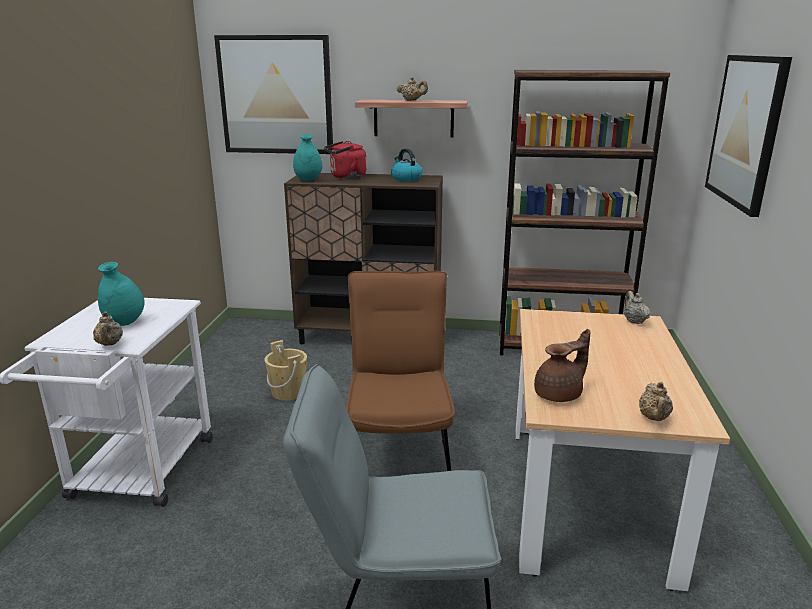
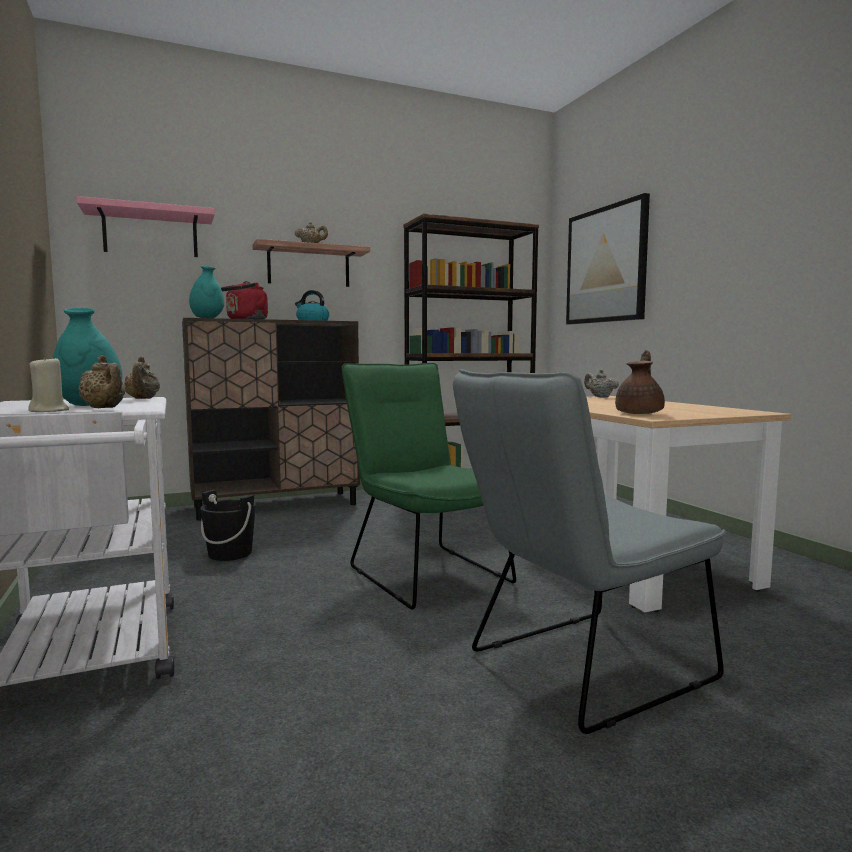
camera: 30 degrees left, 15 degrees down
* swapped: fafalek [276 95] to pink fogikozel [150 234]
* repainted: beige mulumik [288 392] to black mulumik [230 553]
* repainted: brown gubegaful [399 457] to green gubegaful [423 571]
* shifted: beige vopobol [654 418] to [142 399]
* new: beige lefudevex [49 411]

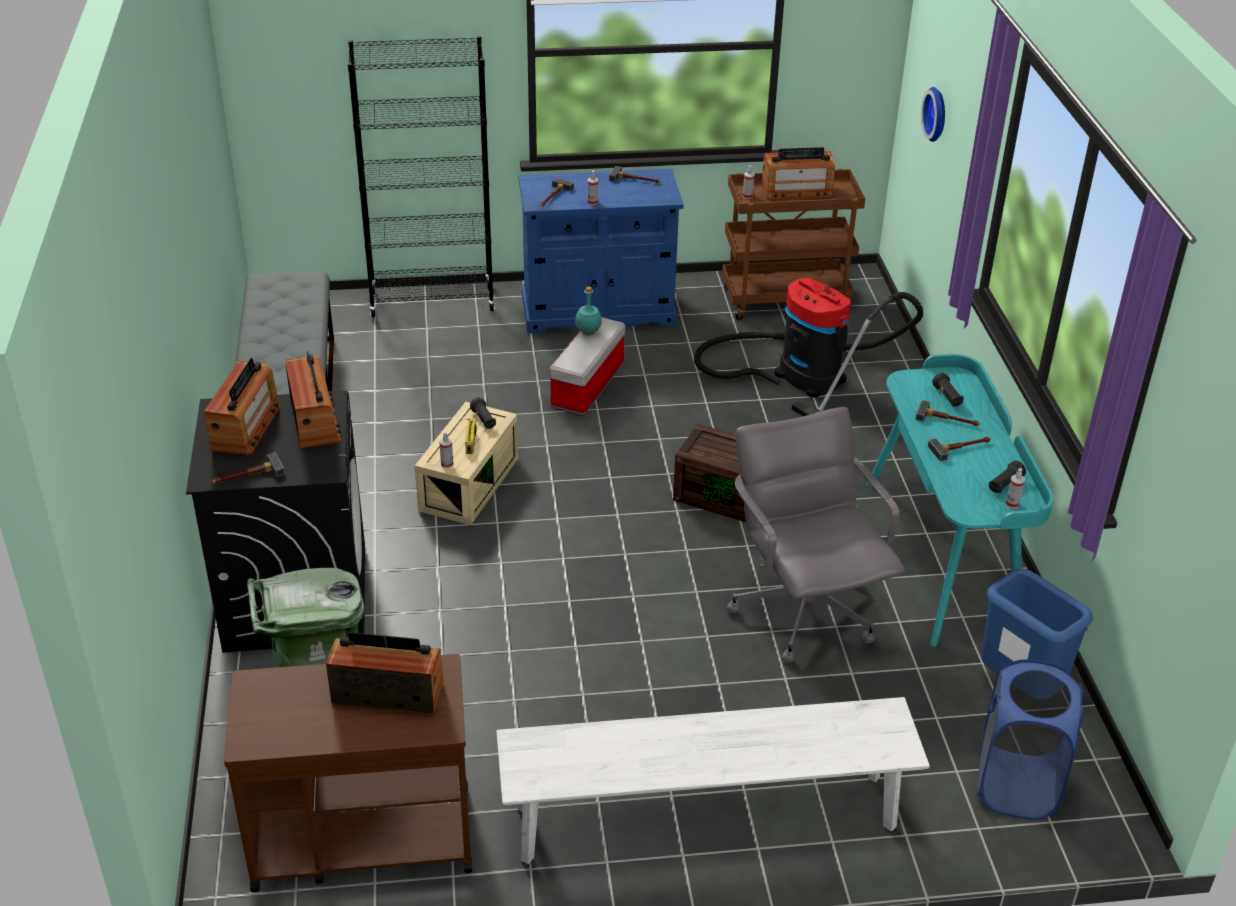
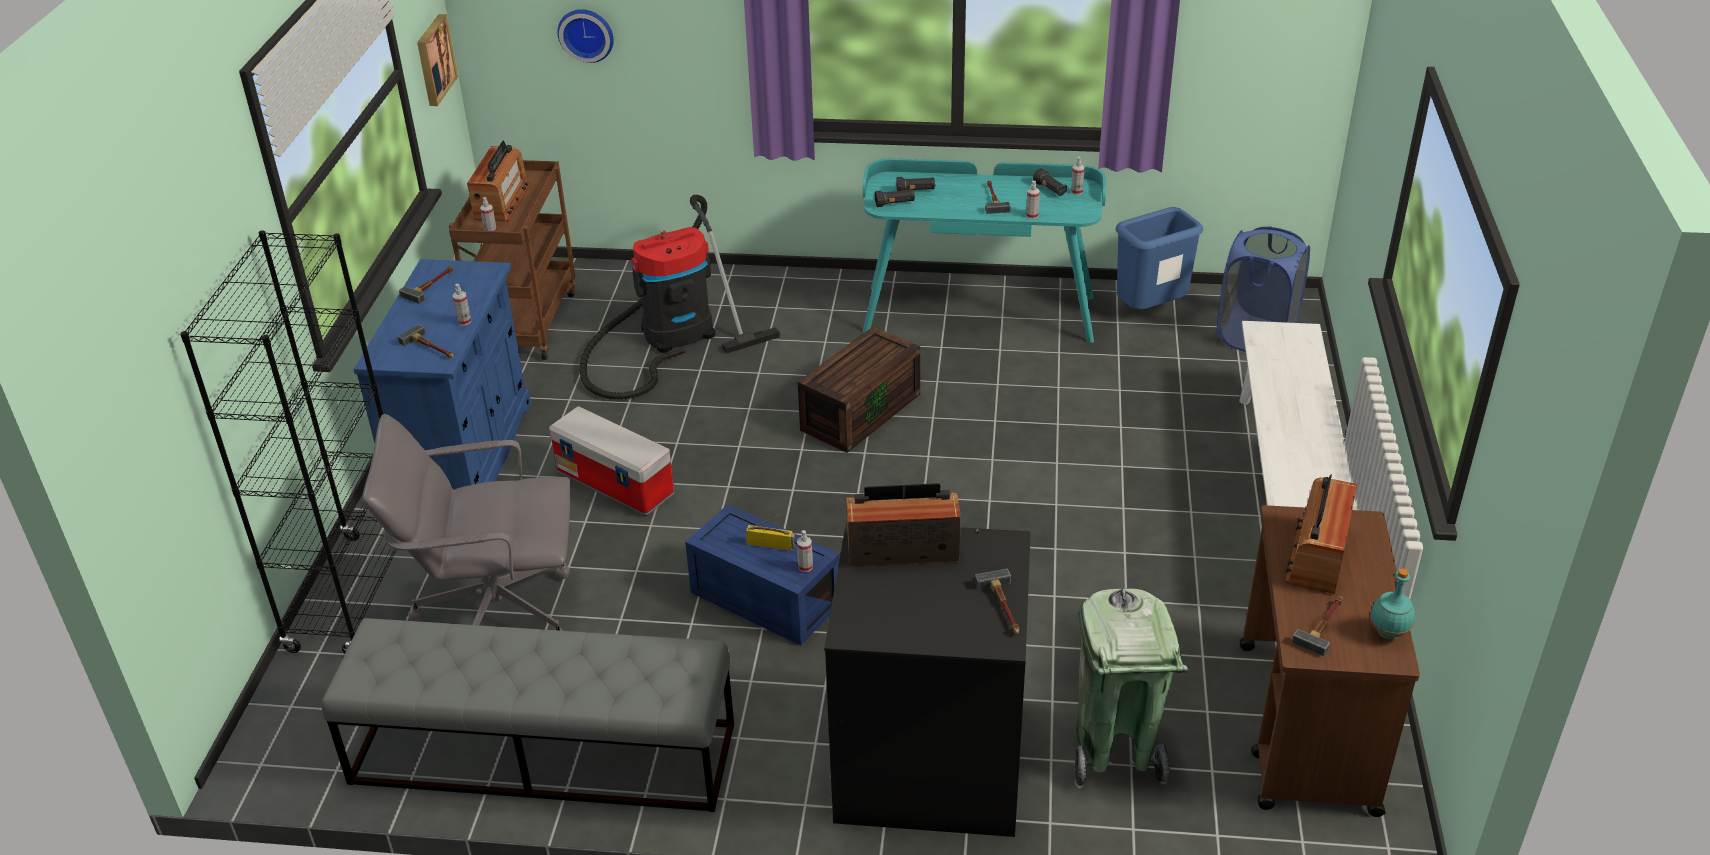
camera: 75 degrees left, 0 degrees up
* gone: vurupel [246 427]
* repainted: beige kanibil [468 482] to blue kanibil [762 599]
* shifted: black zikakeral [483 420] to [895 204]
* shifted: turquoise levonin [588 333] to [1388 632]
* shifted: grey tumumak [804 610] to [495 612]
* shifted: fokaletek [948 420] to [1324 625]
* new: fafalek [434 59]
* new: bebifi [1032 215]

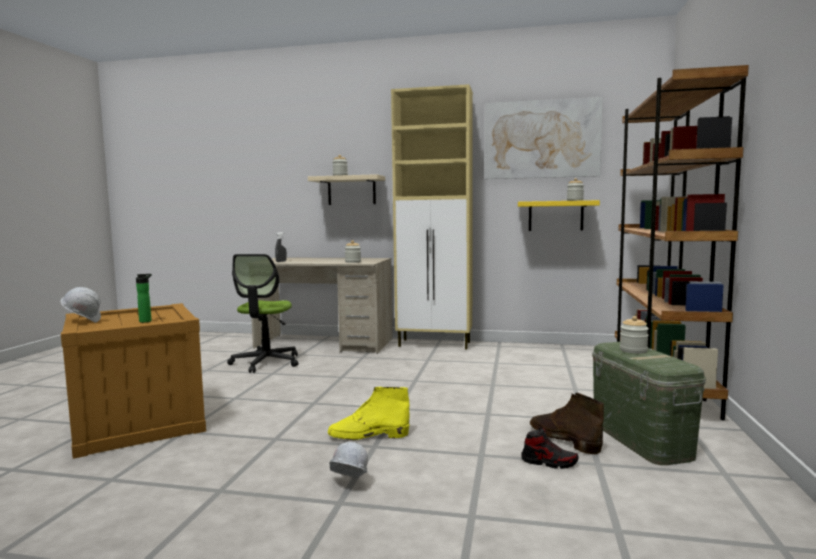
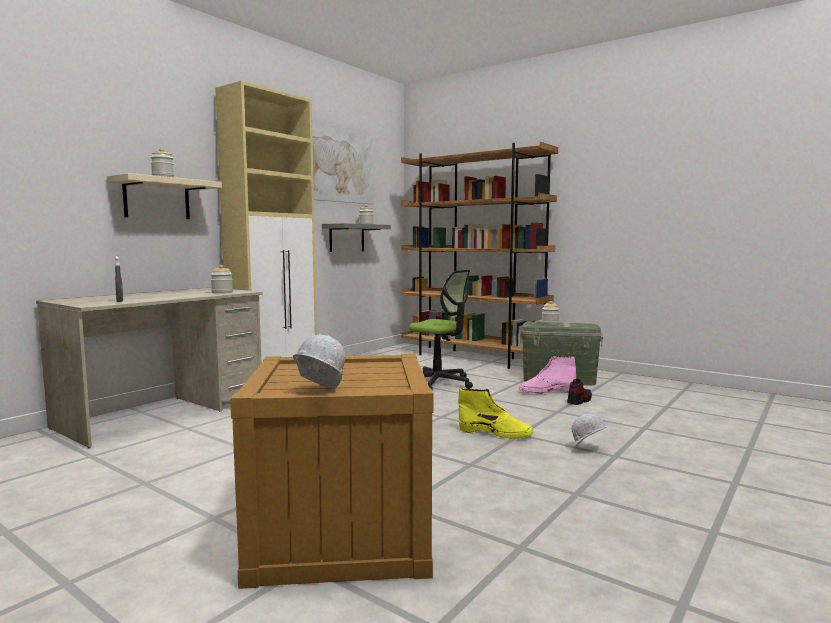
camera: 65 degrees left, 0 degrees up
* gone: levonin [146 321]
* shifted: tumumak [266 362] to [439 383]
* rotated: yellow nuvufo [367 436] = [495 433] 90 degrees counterclockwise
* repainted: yellow fogikozel [555 216] to grey fogikozel [346 238]
* repainted: brown nuvufo [563 439] to pink nuvufo [546 392]

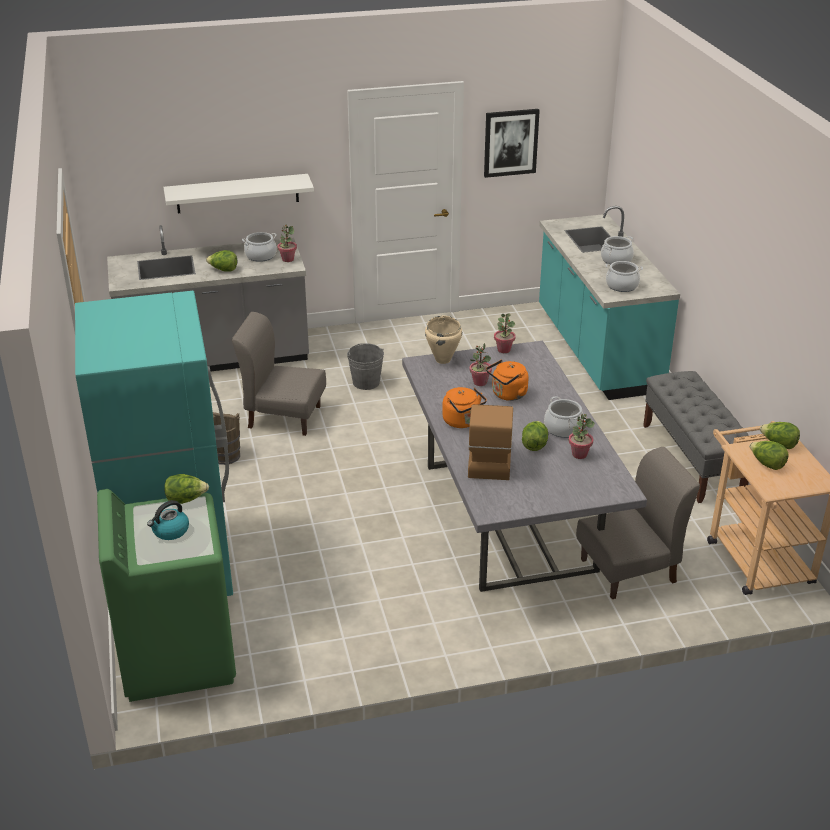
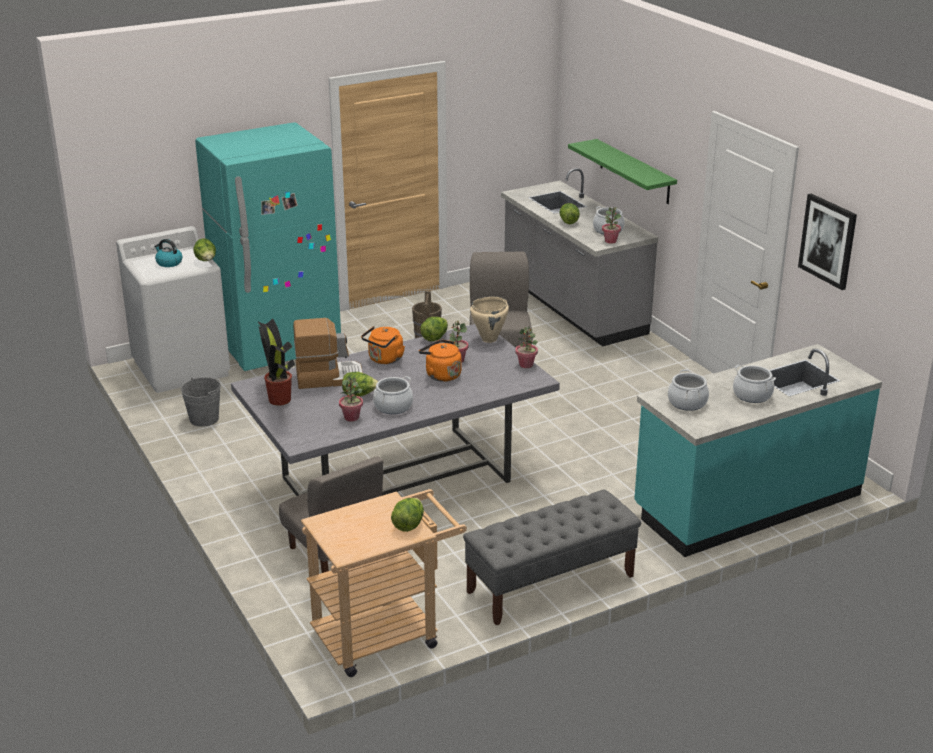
camera: 75 degrees right, 5 degrees down
* repainted: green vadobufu [177 655] to white vadobufu [182 368]
* repainted: white fogikozel [237 193] to green fogikozel [634 171]
* shifted: grey mulumik [366 382] to [204 419]
* shifted: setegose [766 464] to [435 337]
* new: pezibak [279 399]

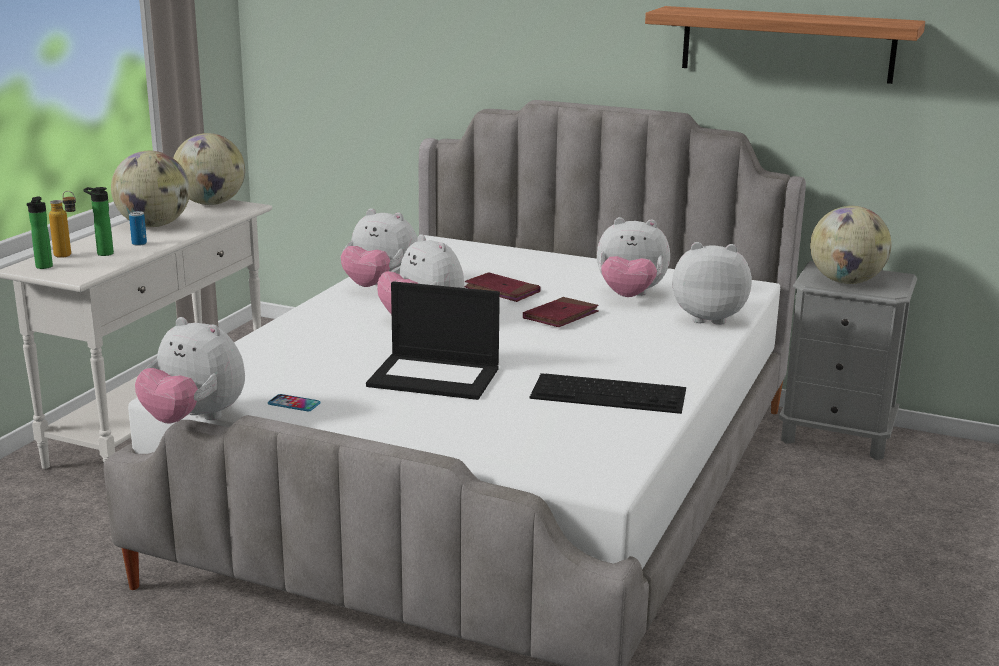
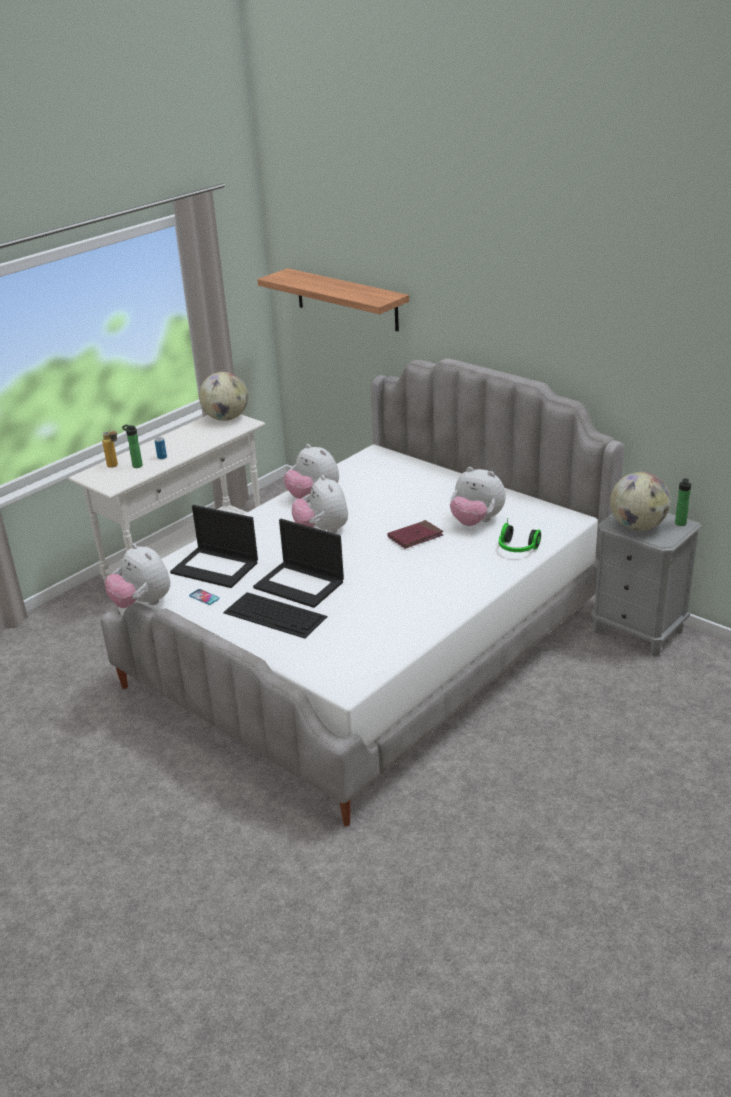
camera: 20 degrees right, 10 degrees up
* shifted: levonin [43 267] to [680 524]
* gone: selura [154 225]
* gone: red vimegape [502 291]
* shifted: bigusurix [610 393] to [276 615]
* shifted: fogikozel [787 44] to [346 299]
* swapped: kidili [708 318] to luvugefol [517 549]
* new: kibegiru [216 567]

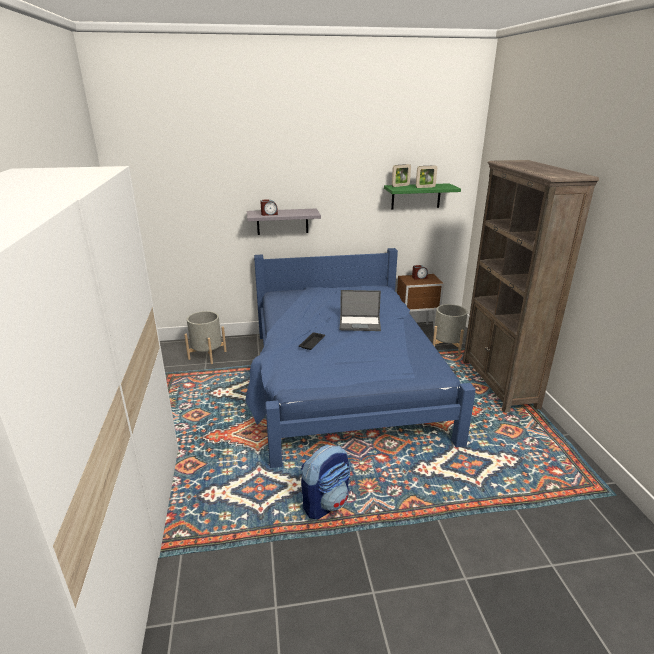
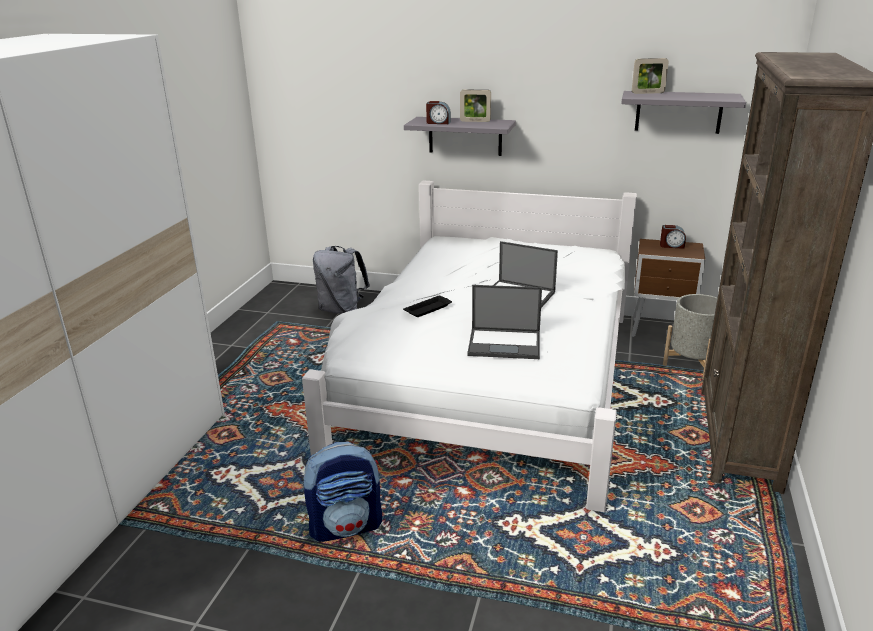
camera: 25 degrees right, 0 degrees up
* swapped: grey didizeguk [207 355] to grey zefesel [342 310]
* repainted: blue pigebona [343 382] to white pigebona [490 380]
* repainted: green fogikozel [416 196] to grey fogikozel [678 112]
* shifted: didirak [425 187] to [475 121]
* new: kibegiru [505 344]

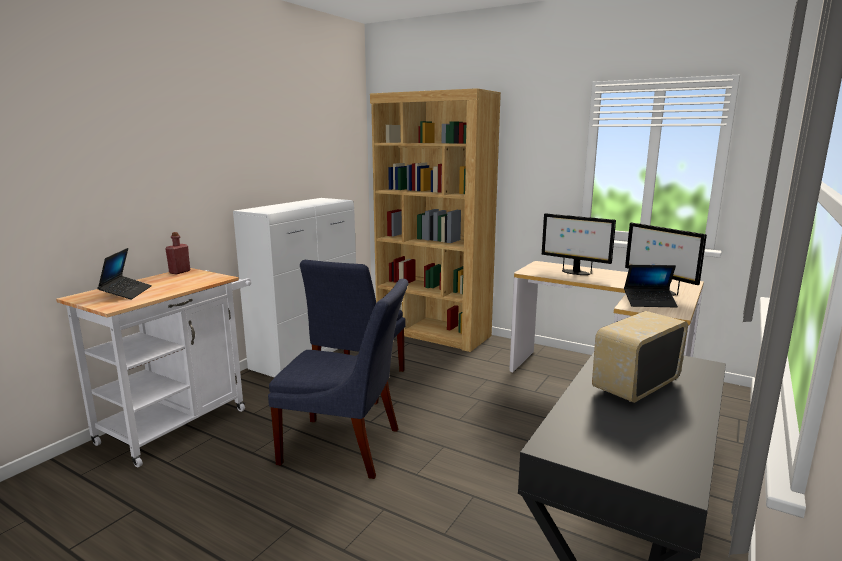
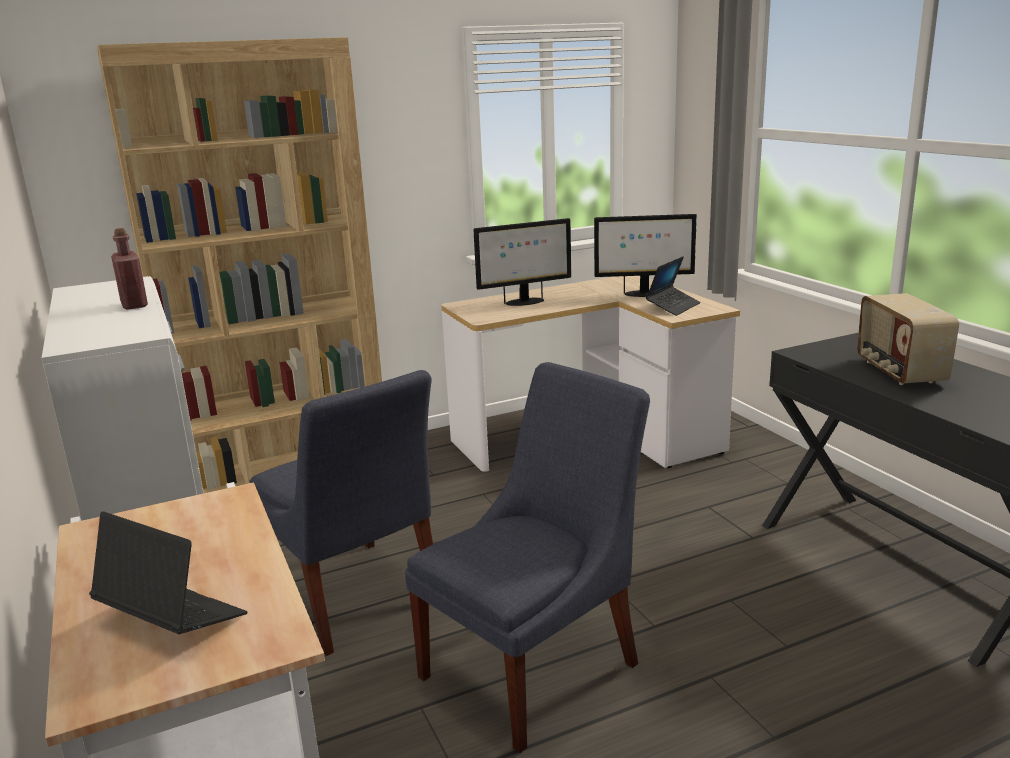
camera: 55 degrees left, 5 degrees up
* shifted: red levonin [179 272] to [134 305]

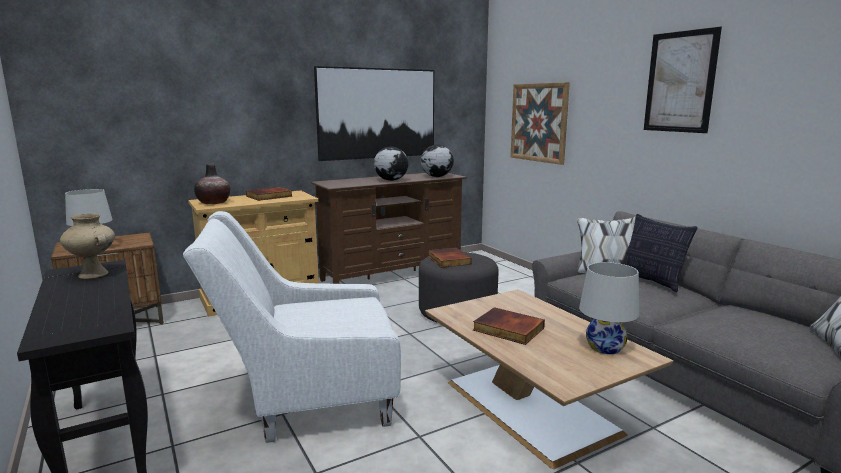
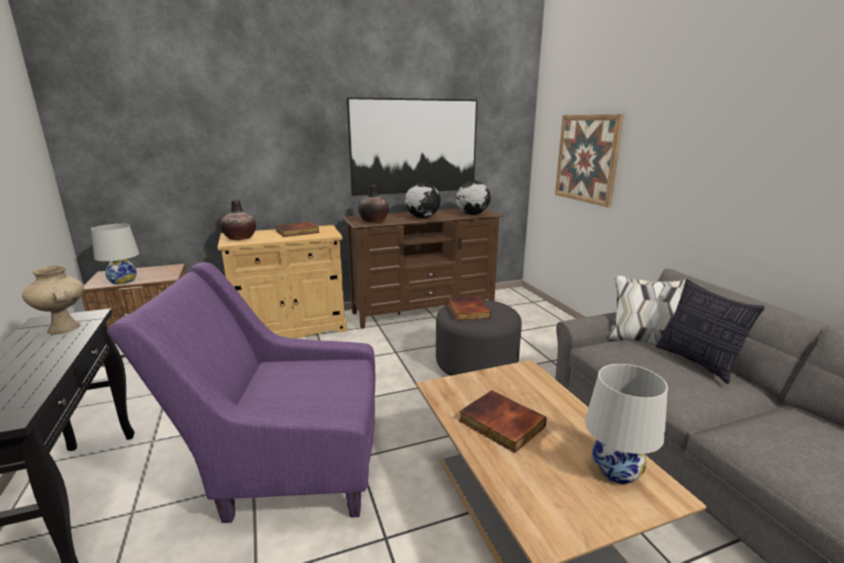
camera: 10 degrees right, 5 degrees up
* repainted: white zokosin [306 398] to purple zokosin [285 465]
* gone: fafalek [680 82]
* new: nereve [374 221]

